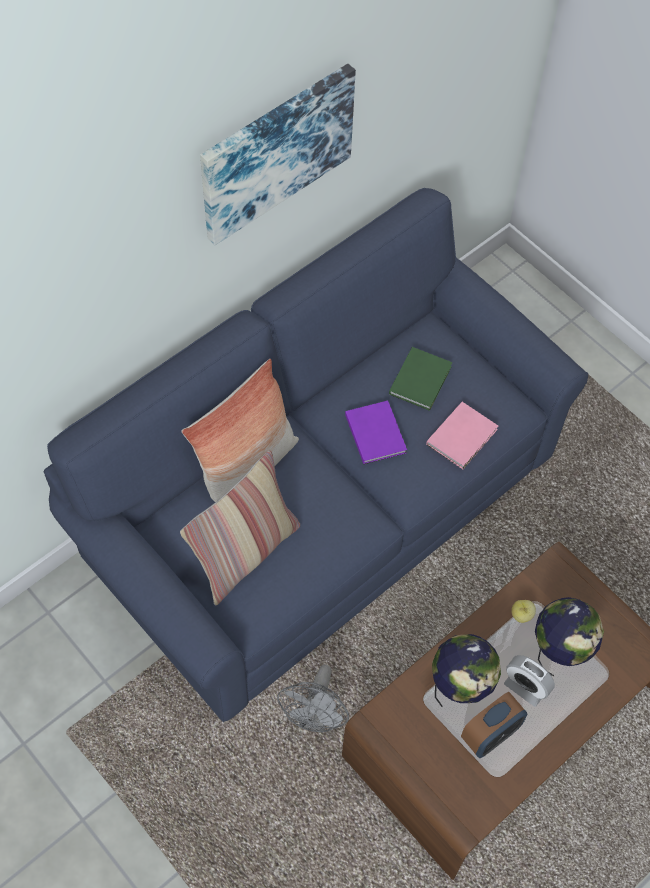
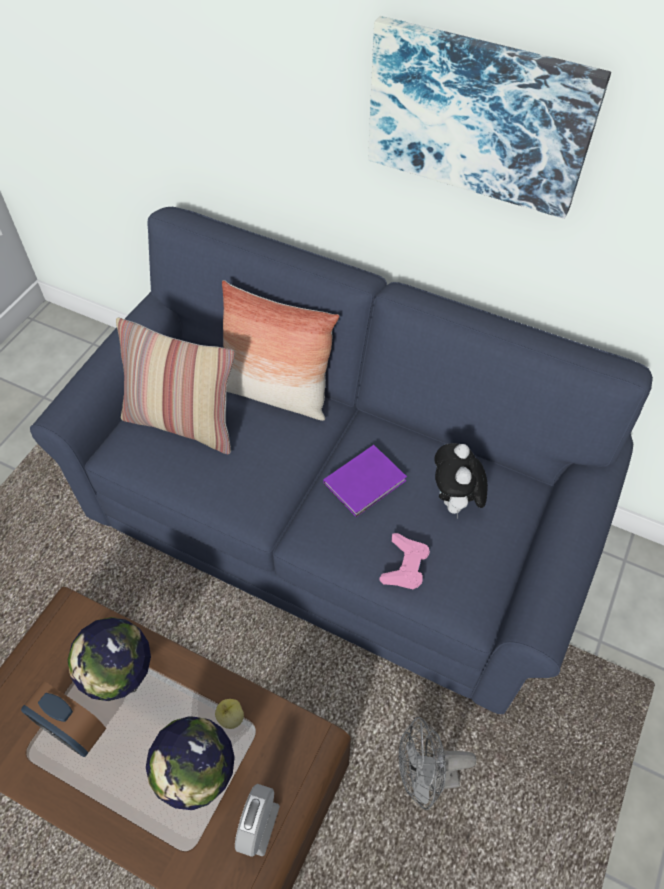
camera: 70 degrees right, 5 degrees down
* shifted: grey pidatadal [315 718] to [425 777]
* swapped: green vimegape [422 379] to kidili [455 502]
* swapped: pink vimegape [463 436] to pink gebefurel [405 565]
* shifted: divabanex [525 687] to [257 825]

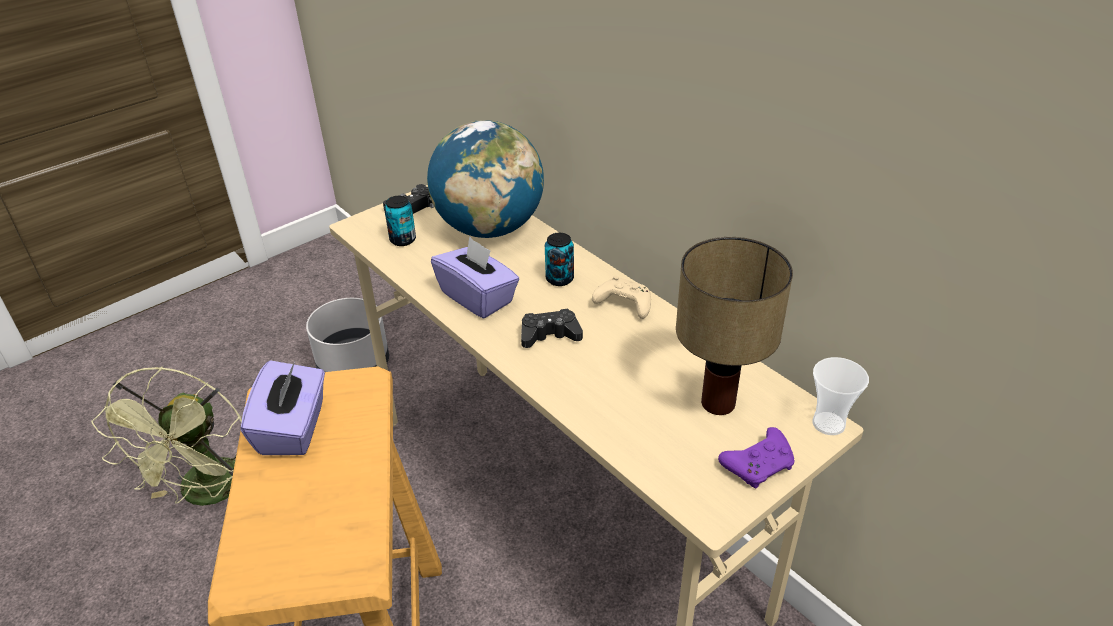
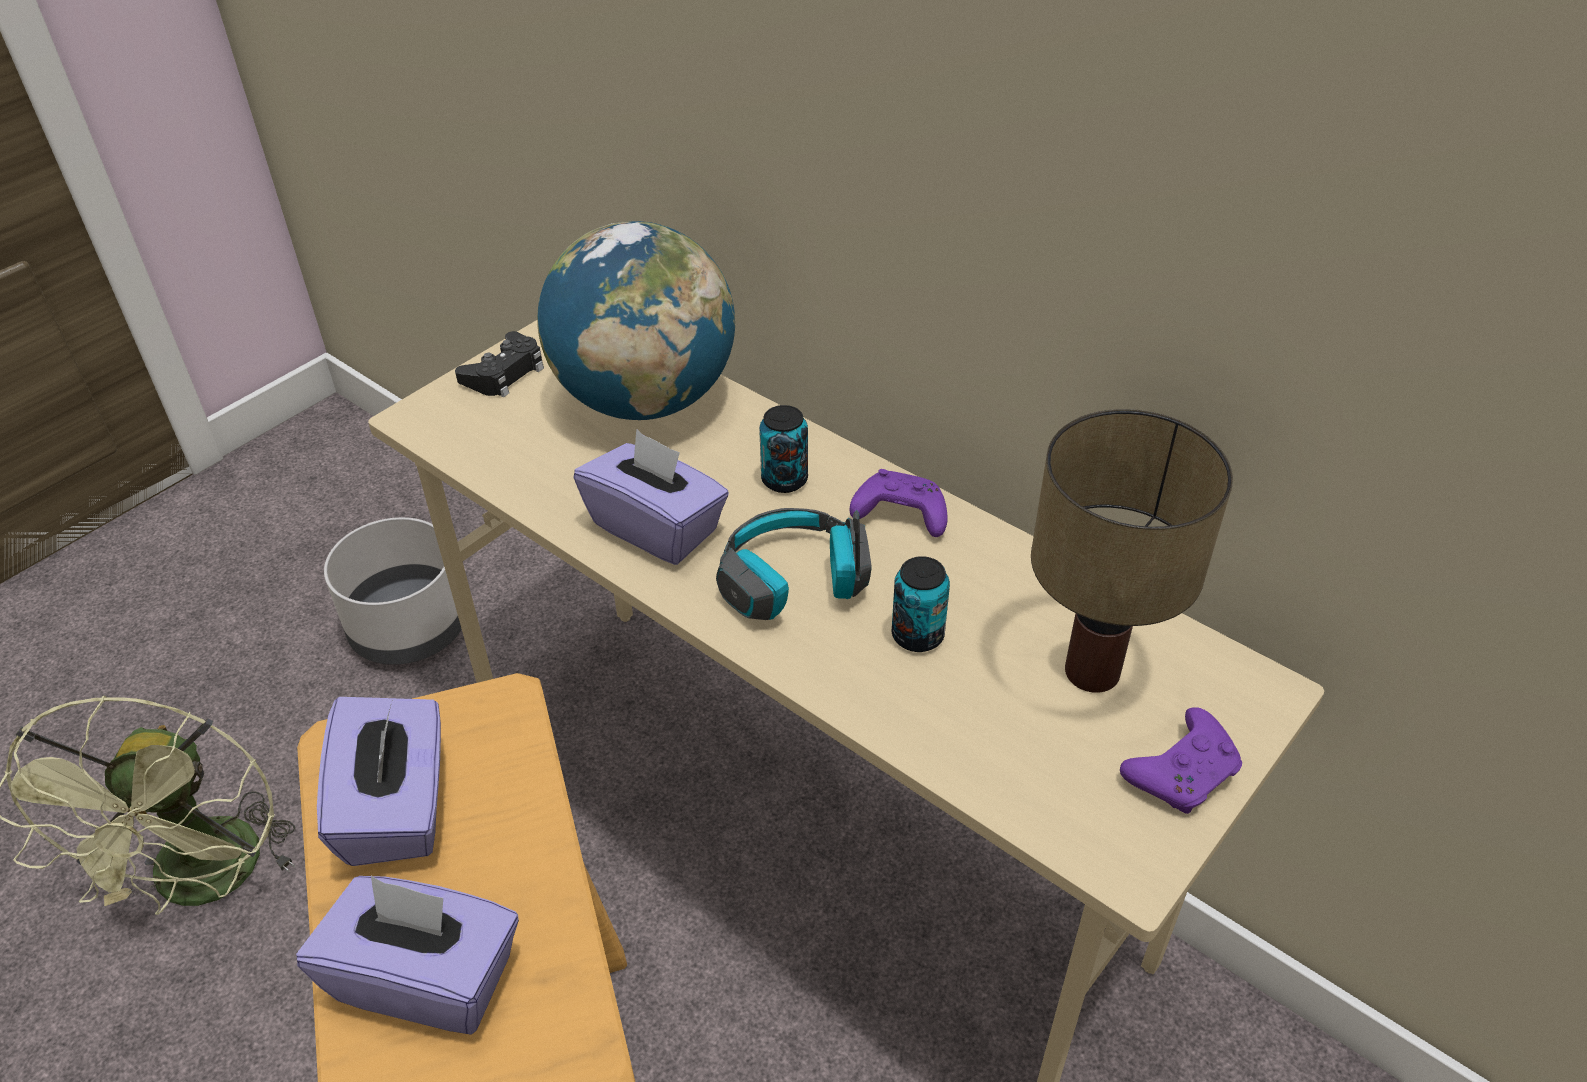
camera: 10 degrees left, 5 degrees up
* shifted: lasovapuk [403 240] to [917 635]
* swapped: black gebefurel [549 335] to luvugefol [793 582]
* repainted: beige gebefurel [623 305] to purple gebefurel [898 515]
* gone: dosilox [828 424]
* new: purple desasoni [427 978]

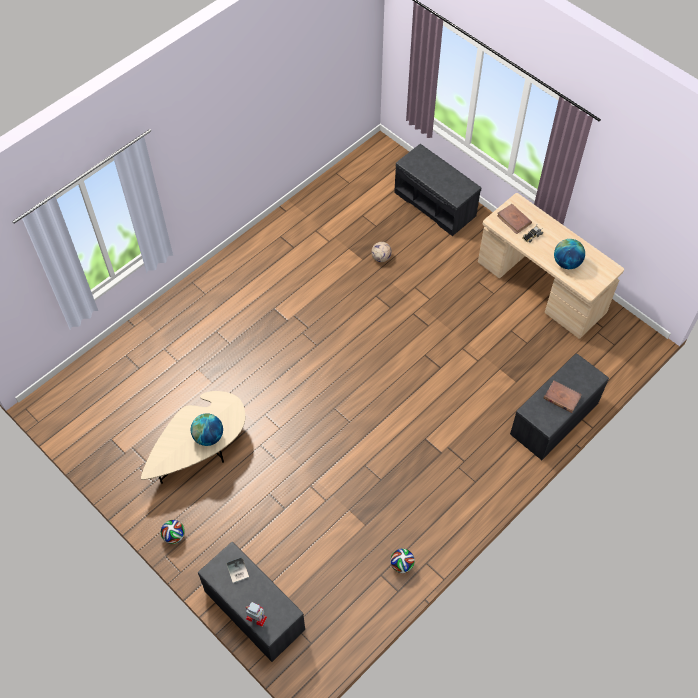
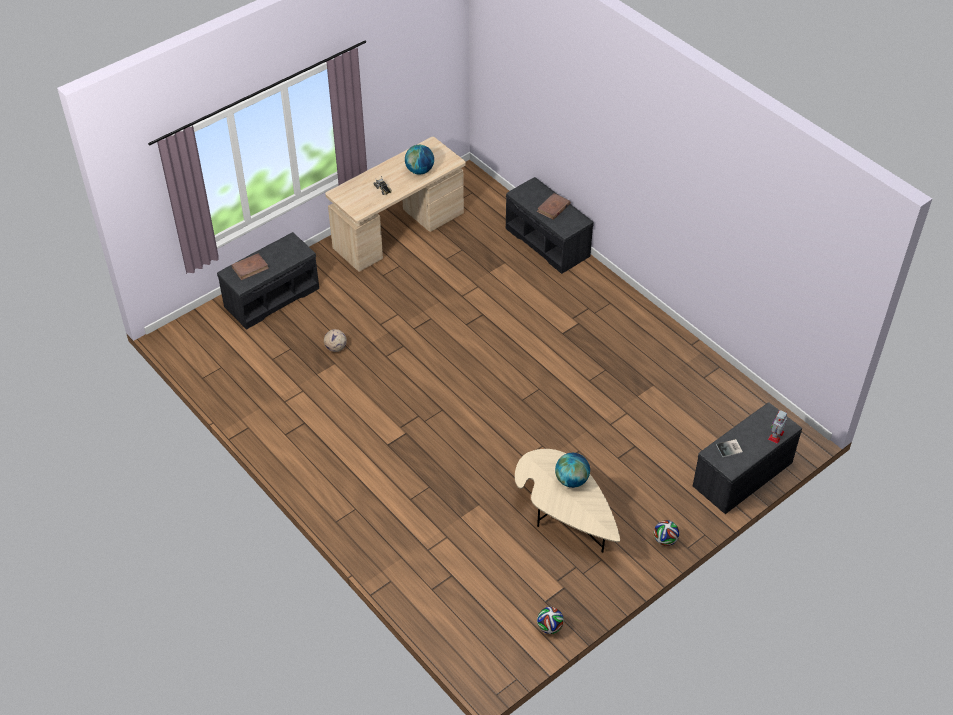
camera: 85 degrees left, 10 degrees down
* shifted: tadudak [402 565] to [549 627]
* shifted: brown vimegape [514 220] to [250 268]

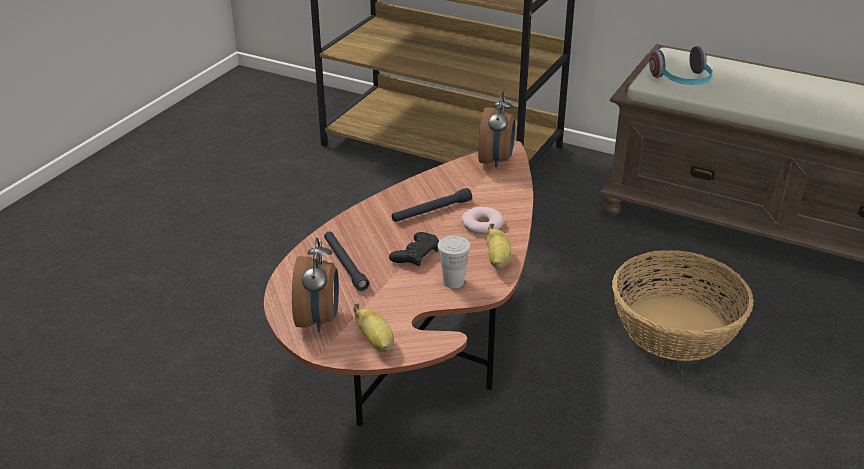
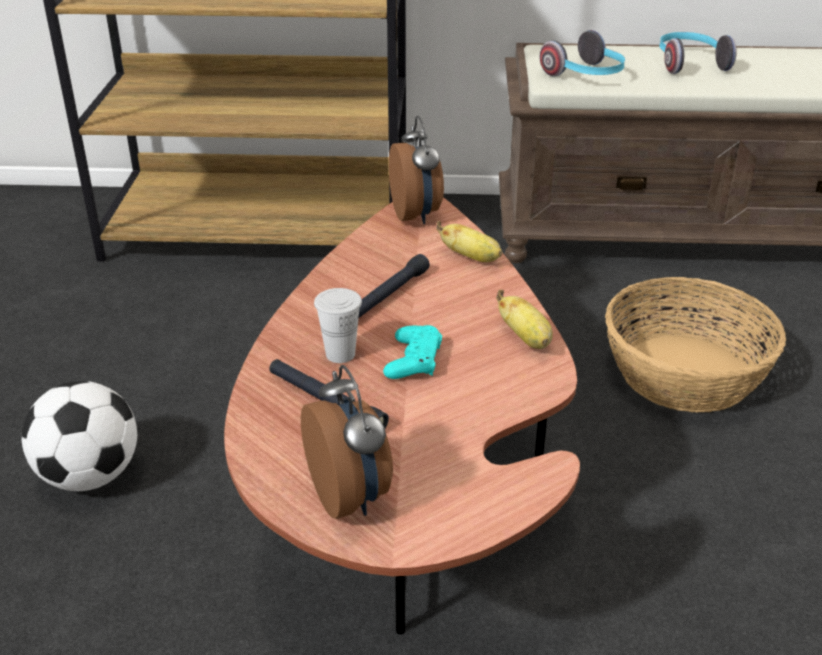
camera: 25 degrees left, 0 degrees up
* shifted: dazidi [376 342] to [471 257]
* repainted: black gebefurel [416 255] to turquoise gebefurel [413 360]
* shifted: white dosilox [453 282] to [340 354]
* gone: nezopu [482 225]
* new: tadudak [90 475]
* new: luvugefol [689 64]

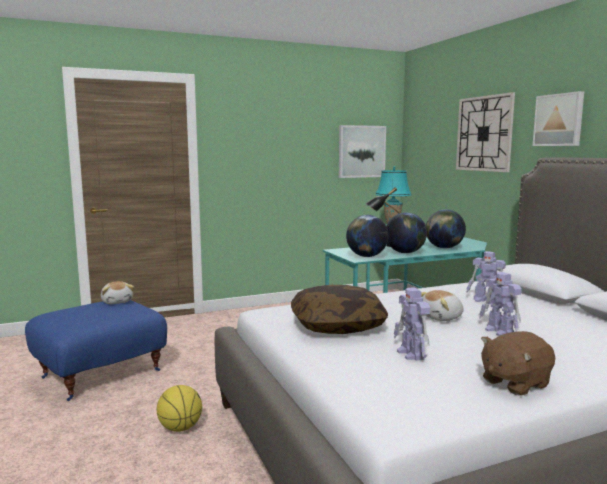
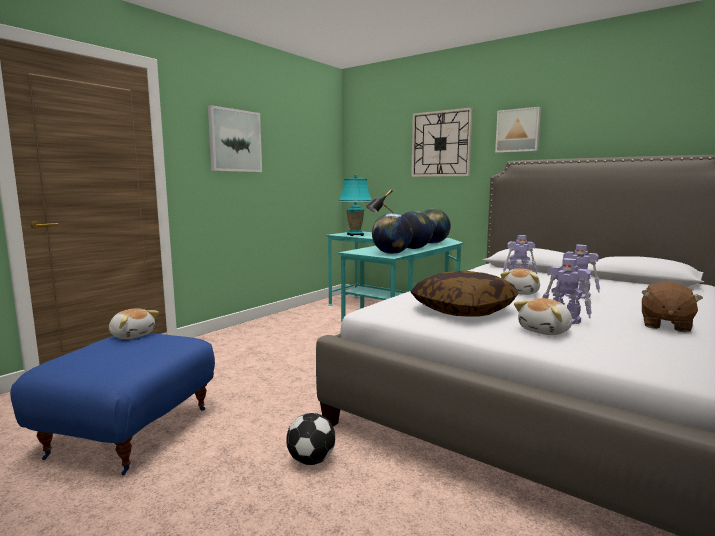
camera: 30 degrees left, 0 degrees up
* swapped: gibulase [180 428] to tadudak [310 460]
* shifted: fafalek [361 151] to [235 141]
* new: kidili [546 331]

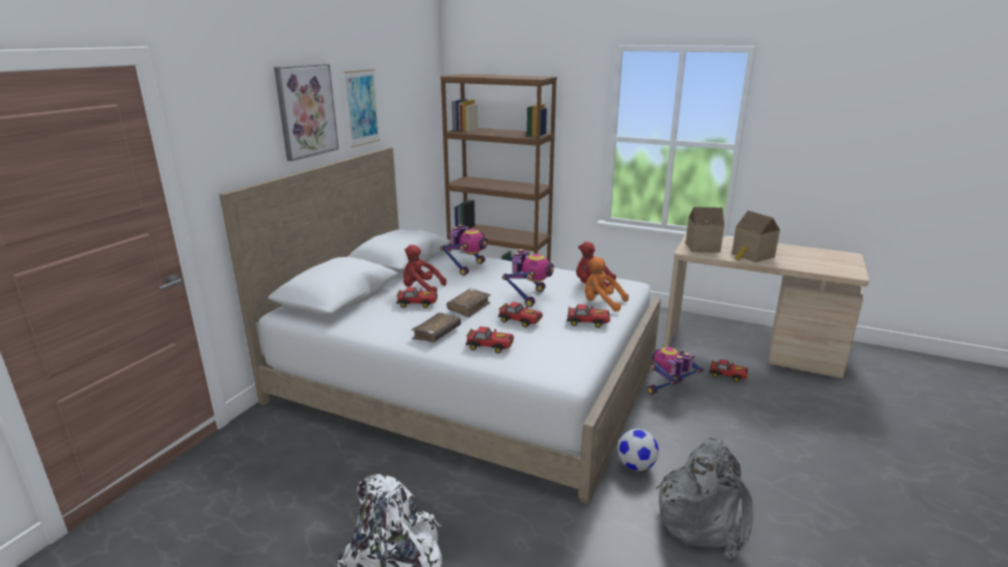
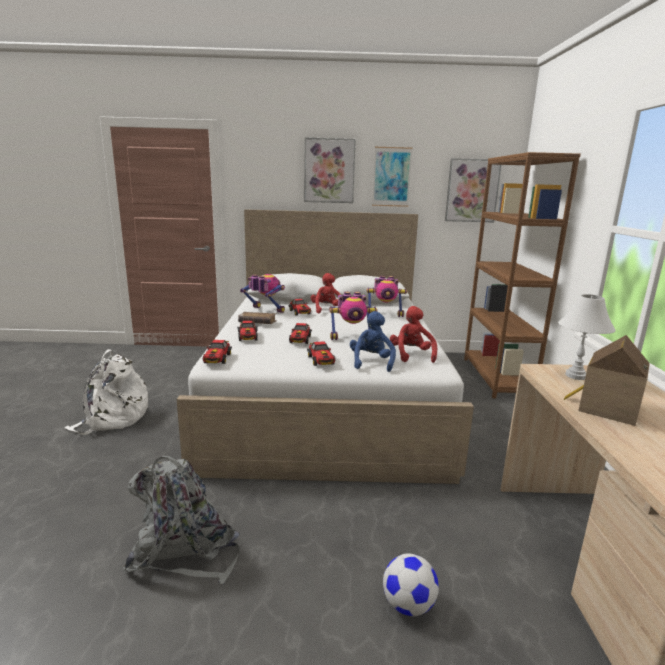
camera: 65 degrees right, 5 degrees down
* gone: brown vimegape [469 307]
* repainted: orange kidili [601 303] to blue kidili [371 362]
* shifted: tadudak [635 466] to [408 605]
* shifted: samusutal [669 390] to [265 311]
* swapped: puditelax [701 247] to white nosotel [576 376]
* shifted: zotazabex [728 376] to [217 359]
* new: fafalek [472 190]

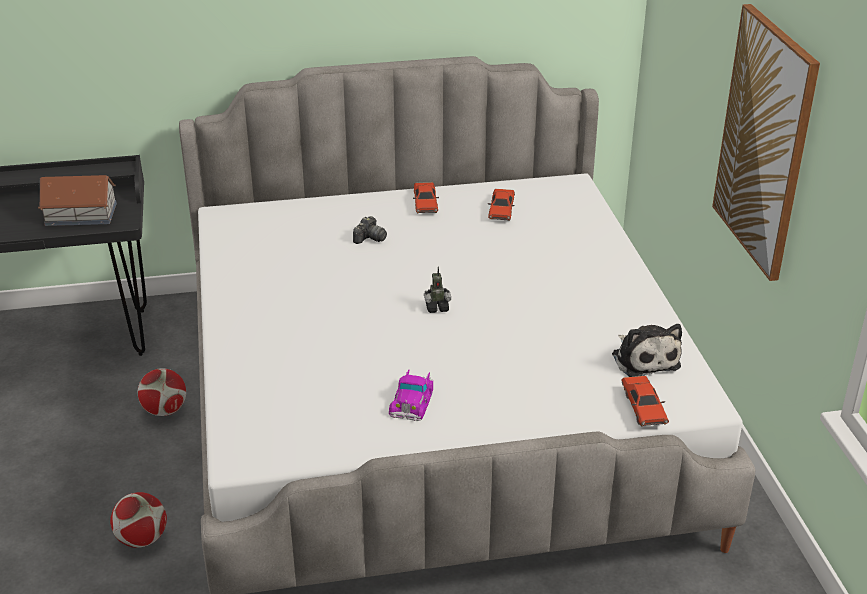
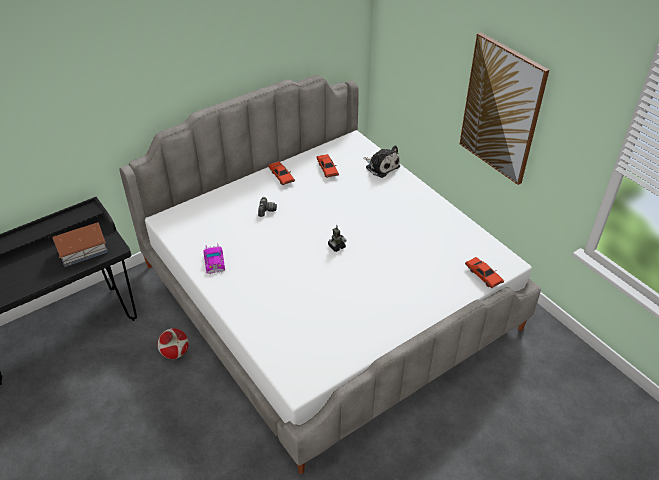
camera: 25 degrees left, 10 degrees up
* gone: tadudak [142 539]
* shifted: zotazabex [412 400] to [214 260]
* shifted: kidili [644 359] to [381 166]

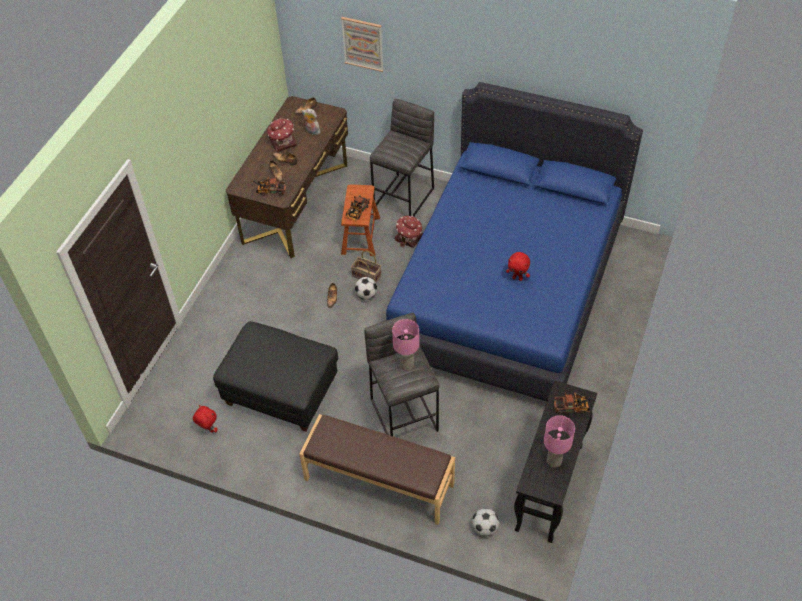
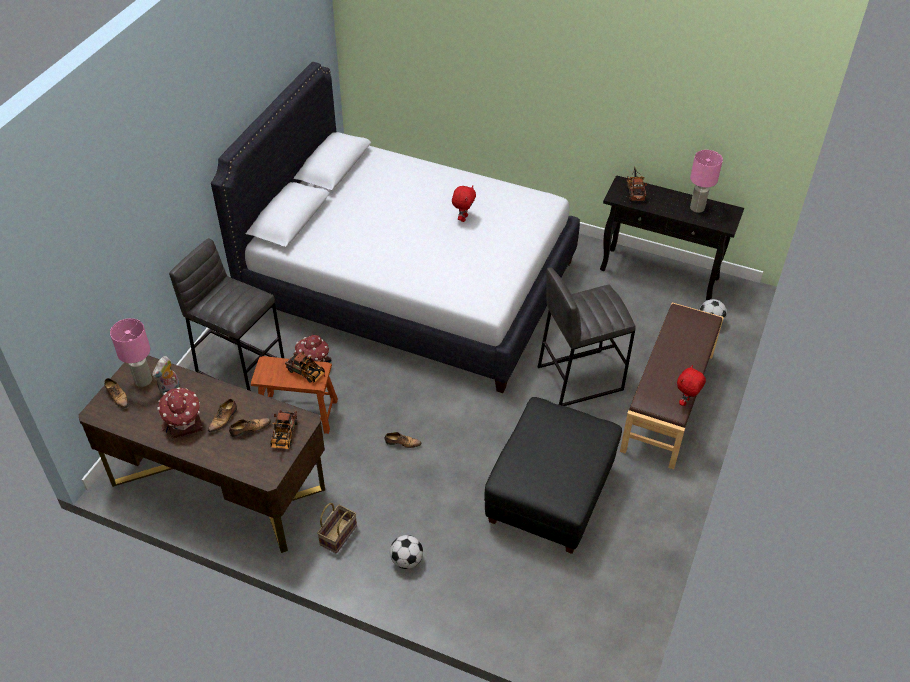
camera: 90 degrees left, 5 degrees down
* shifted: red kidili [208 430] to [686 402]
* gone: fafalek [363 43]
* shifted: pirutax [367 276] to [338 534]
* shifted: tadudak [366 295] to [406 560]
* repainted: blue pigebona [506 290] to white pigebona [410 285]
* shifted: pink nosotel [406 365] to [143 381]

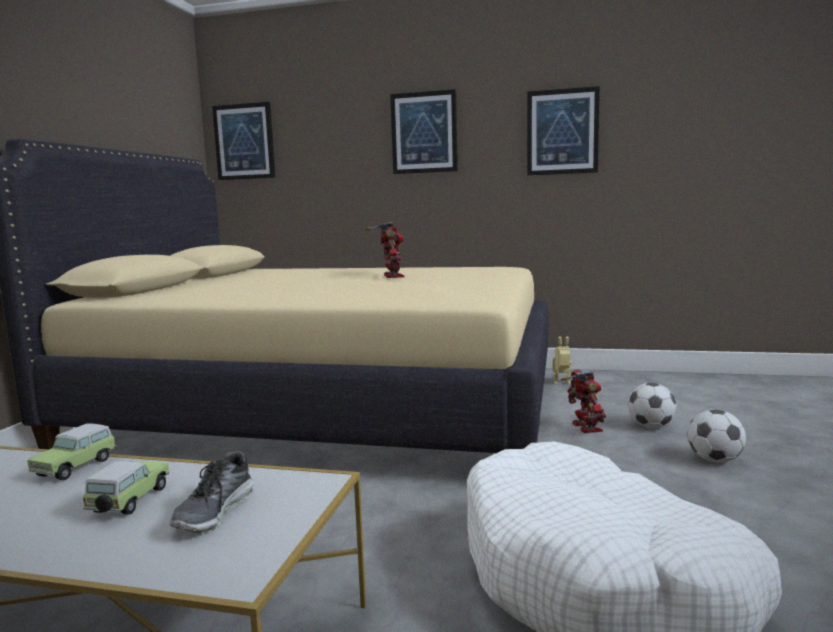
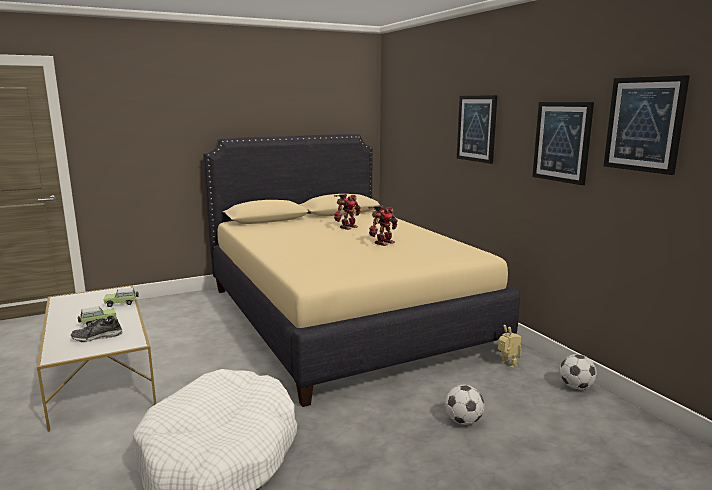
camera: 50 degrees right, 5 degrees up
* shifted: fafalek [244 142] to [644 124]
* shifted: samusutal [584 428] to [347 227]
* shifted: tadudak [714 460] to [576 387]

